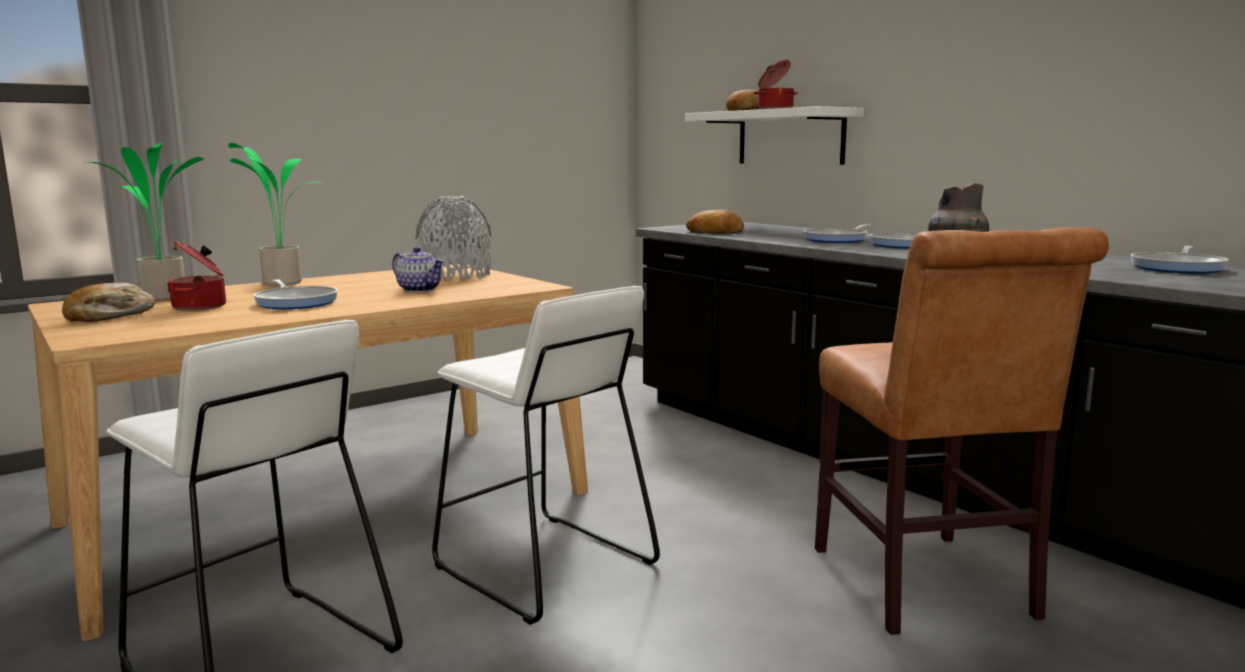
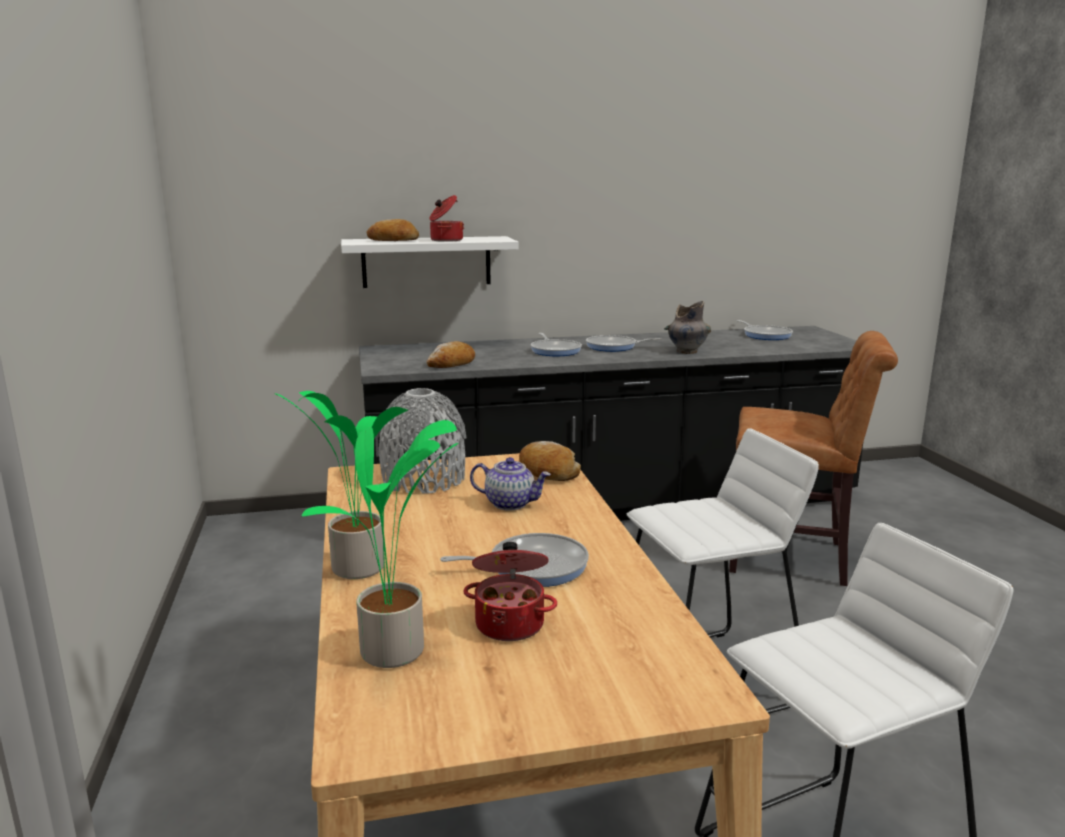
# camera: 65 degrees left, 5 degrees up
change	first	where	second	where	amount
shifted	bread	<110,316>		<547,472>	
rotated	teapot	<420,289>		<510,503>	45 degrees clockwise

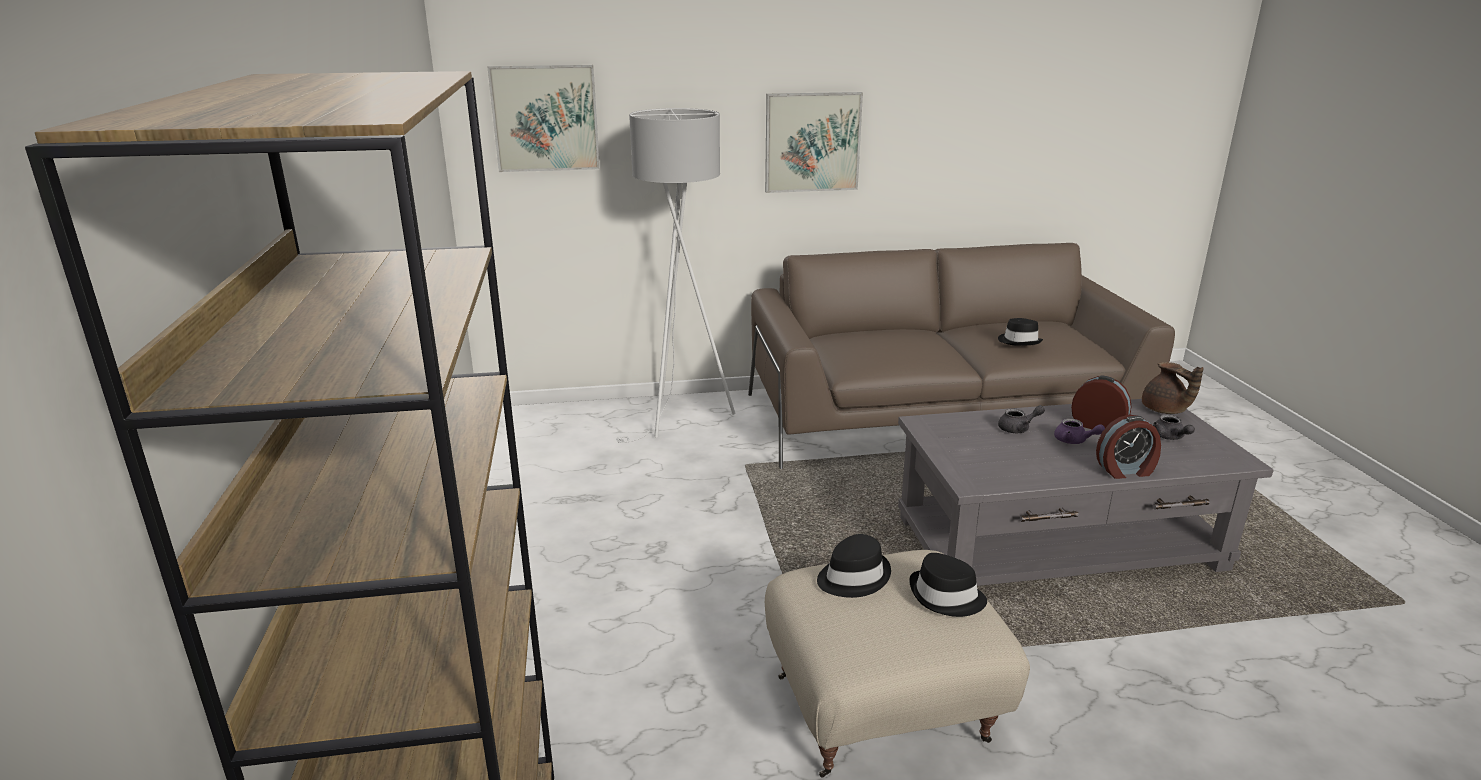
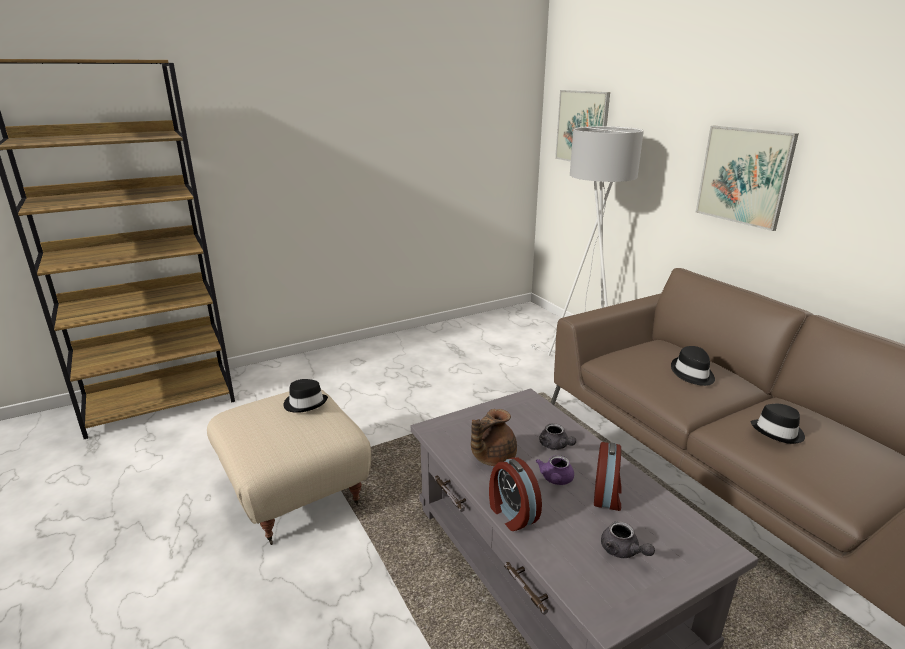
# camera: 70 degrees right, 0 degrees up
change	first	where	second	where	amount
shifted	black hat	<946,597>		<692,373>	
shifted	brown teapot	<1164,410>		<492,457>	
rotated	grey teapot	<1169,437>		<623,551>	90 degrees counterclockwise

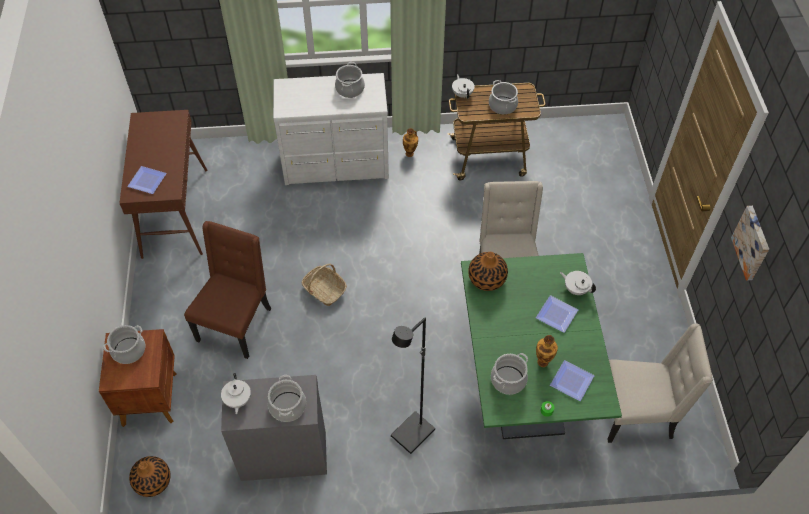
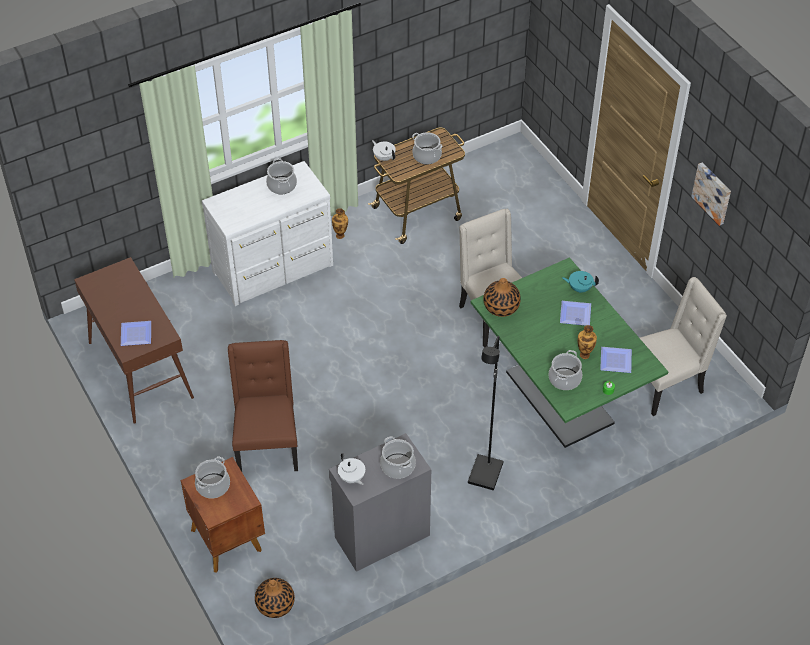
# camera: 25 degrees left, 5 degrees down
change	first	where	second	where	amount
gone	basket	<324,290>			
repainted	white teapot	<576,289>	turquoise teapot	<579,288>	

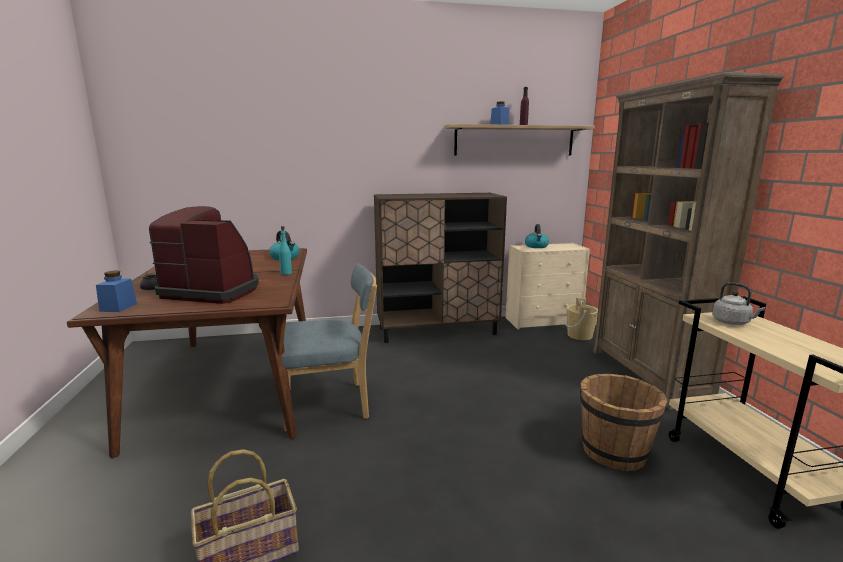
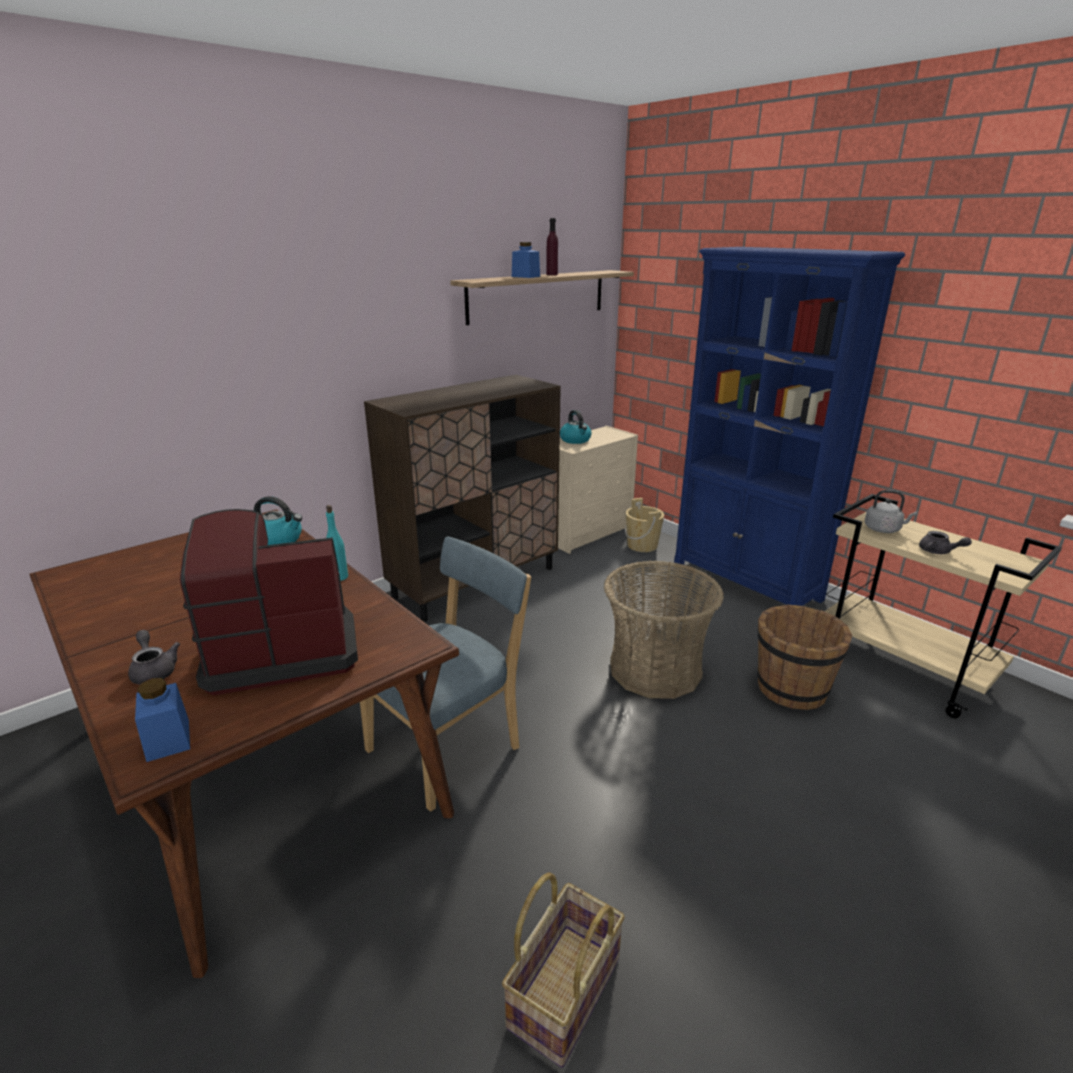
# camera: 30 degrees left, 10 degrees up
change	first	where	second	where	amount
repainted	brown bookcase	<647,375>	blue bookcase	<746,583>	
new			basket	<655,669>	
new			grey teapot	<938,552>	

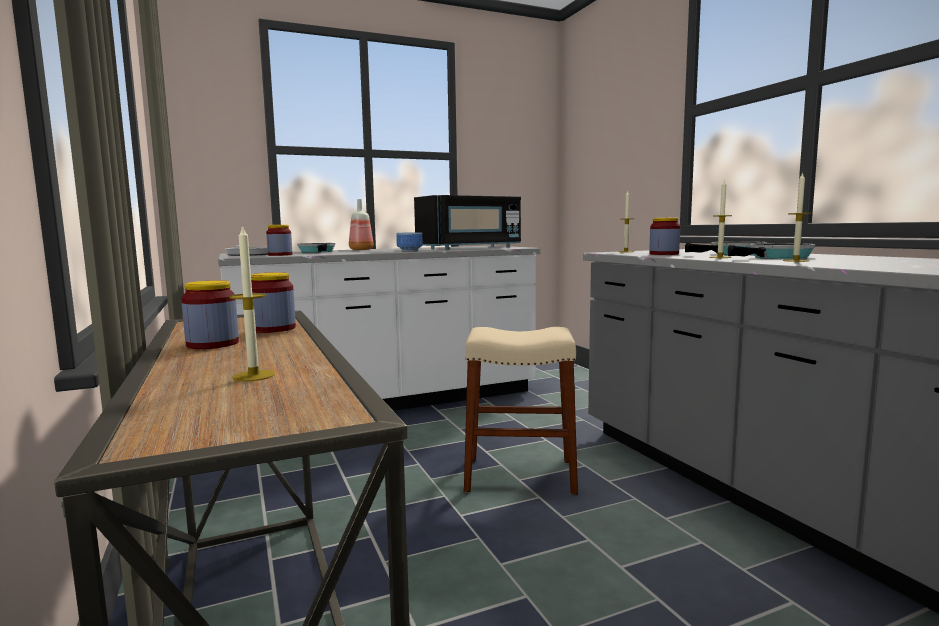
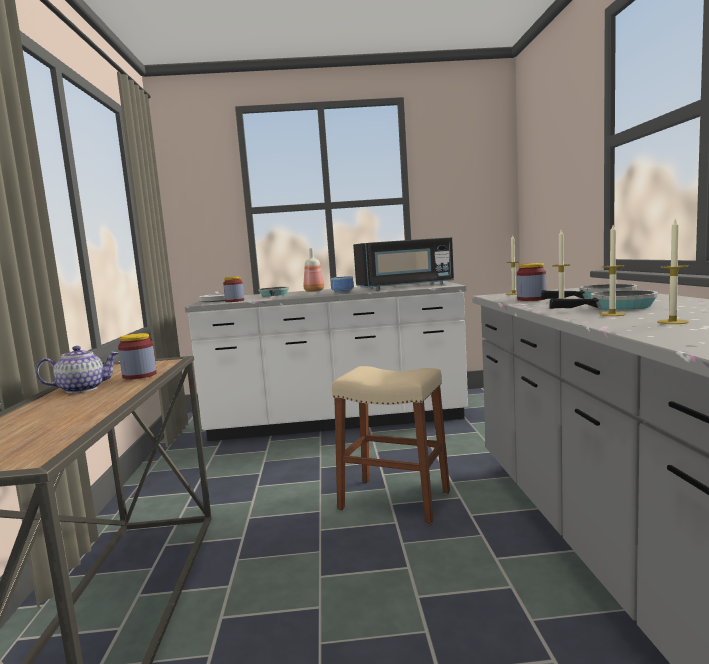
# camera: 20 degrees right, 0 degrees up
change	first	where	second	where	amount
swapped	jar	<213,344>	teapot	<83,389>	
shifted	candle	<253,376>		<672,322>	

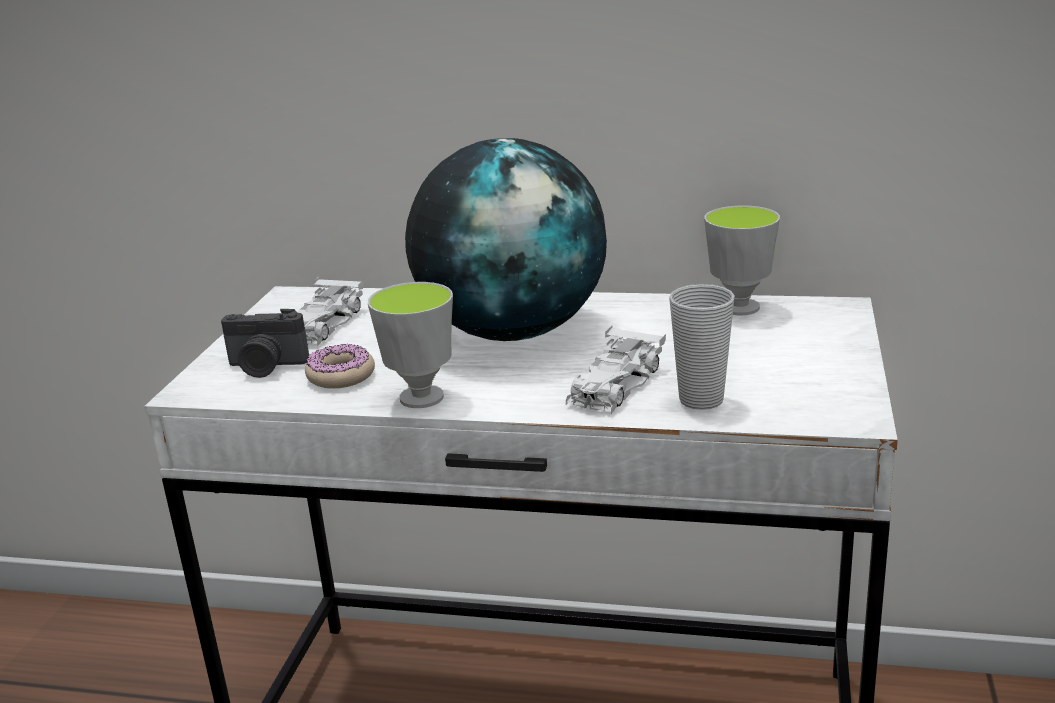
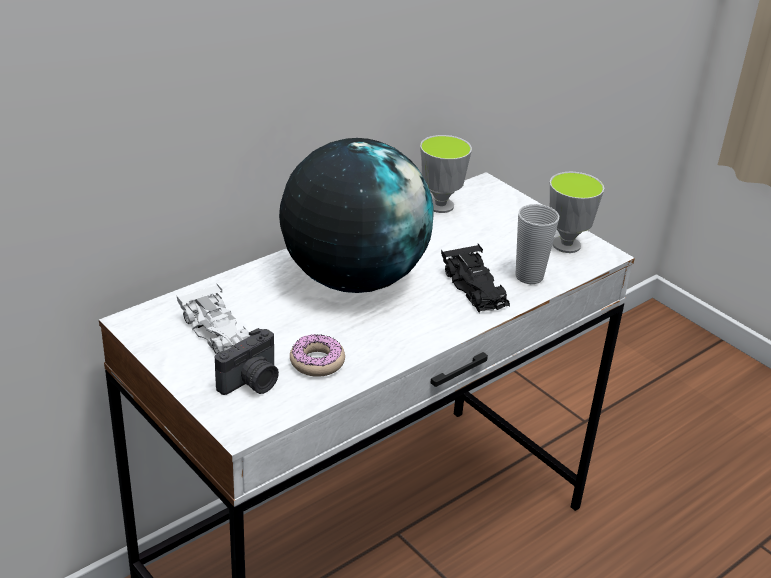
# camera: 55 degrees left, 10 degrees up
change	first	where	second	where	amount
shifted	cup	<421,398>		<566,245>	
repainted	white toy car	<614,385>	black toy car	<475,288>	

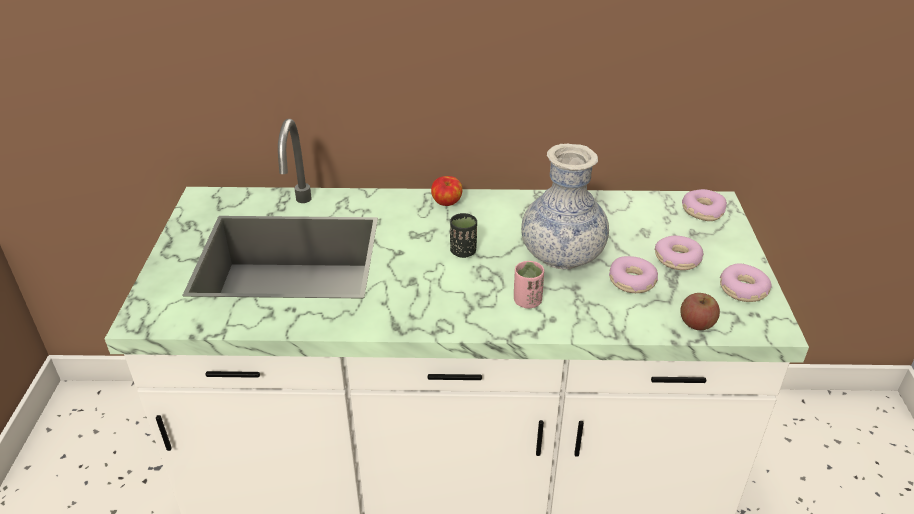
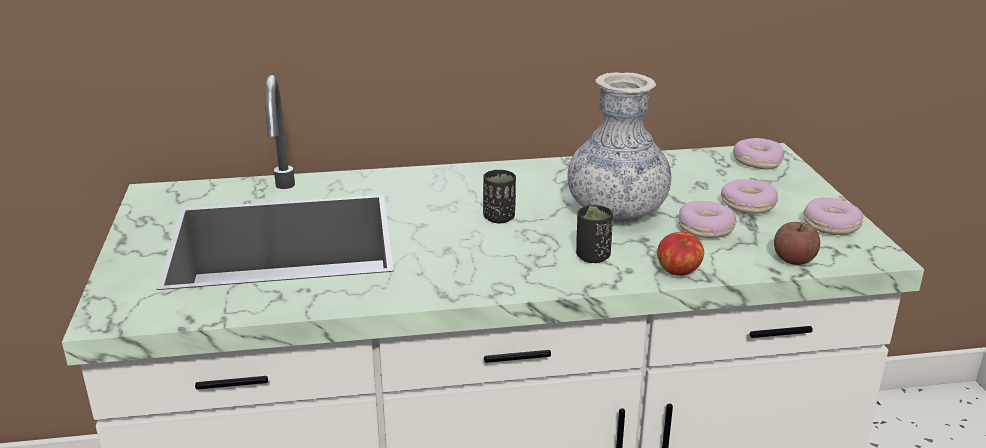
# camera: 10 degrees left, 10 degrees down
change	first	where	second	where	amount
shifted	apple	<447,203>		<678,272>	
repainted	pink cup	<527,301>	black cup	<592,257>	

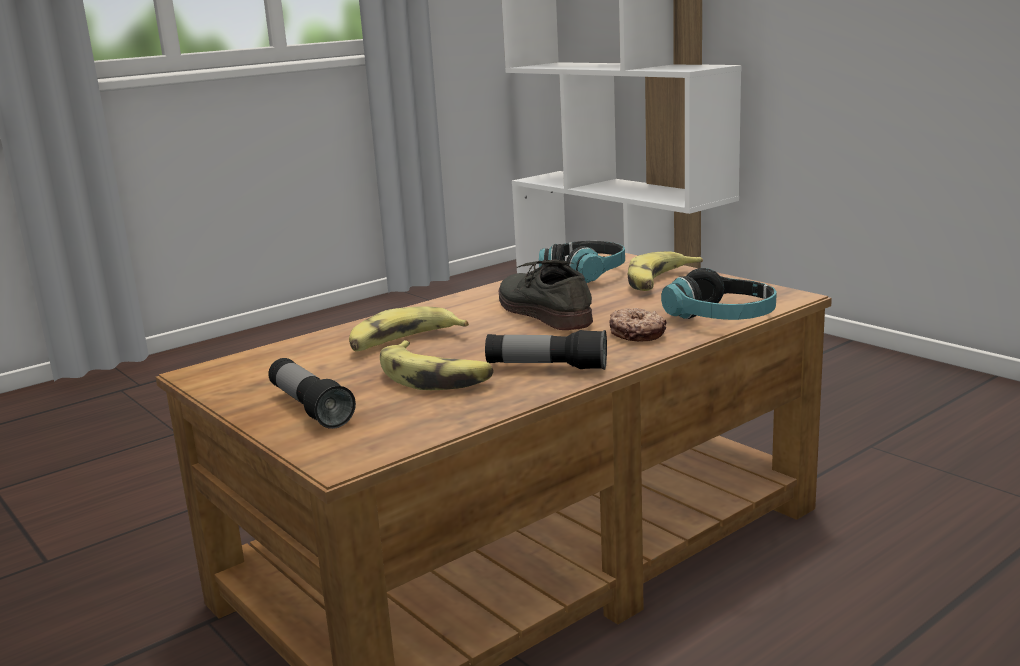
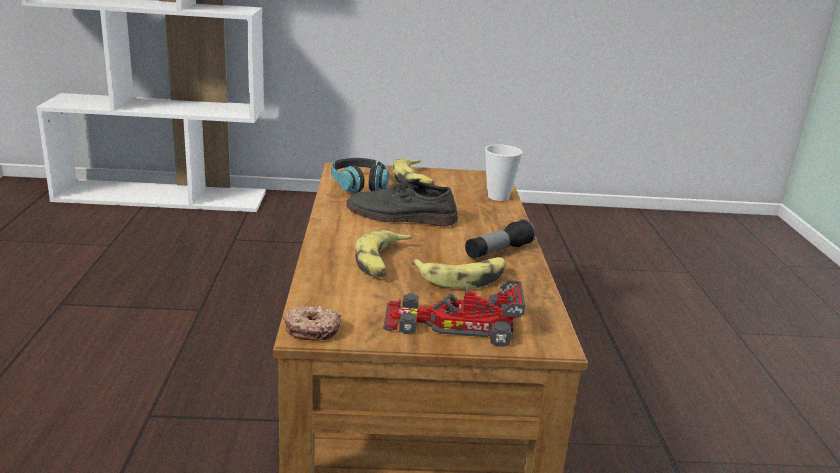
# camera: 55 degrees left, 5 degrees up
change	first	where	second	where	amount
swapped	flashlight	<310,408>	toy car	<452,323>	
shifted	donut	<637,333>		<312,330>	
swapped	headphones	<721,318>	cup	<498,197>	

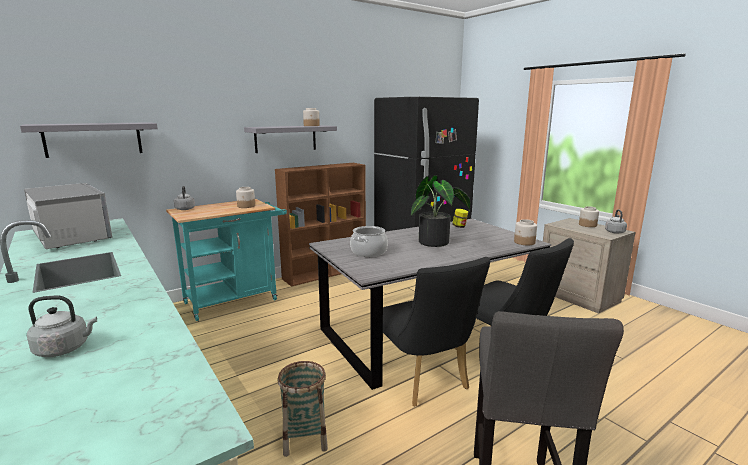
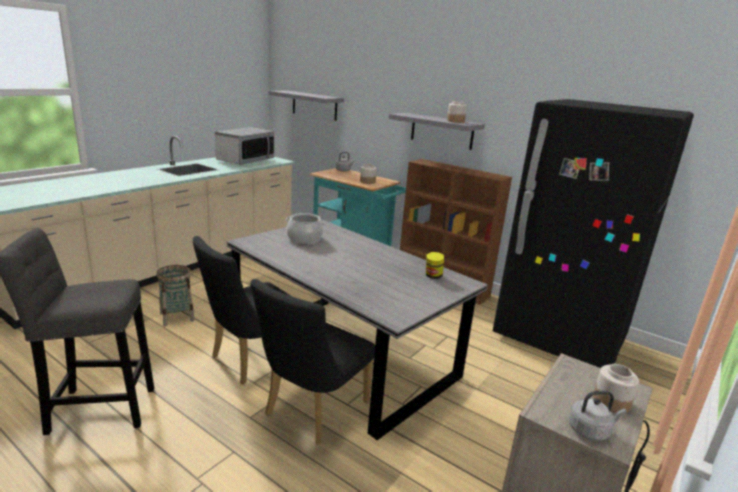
# camera: 70 degrees right, 5 degrees up
change	first	where	second	where	amount
gone	grey kettle	<65,349>			
gone	potted plant	<437,243>			
gone	jar	<524,242>			

